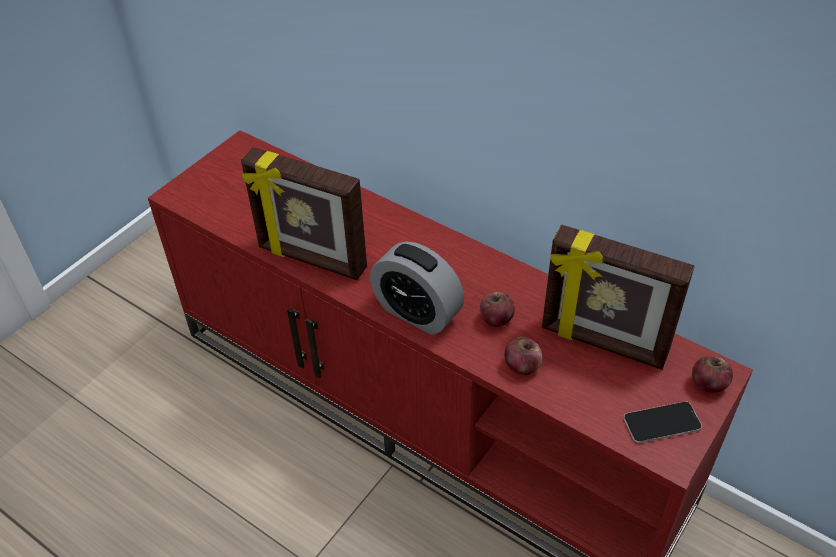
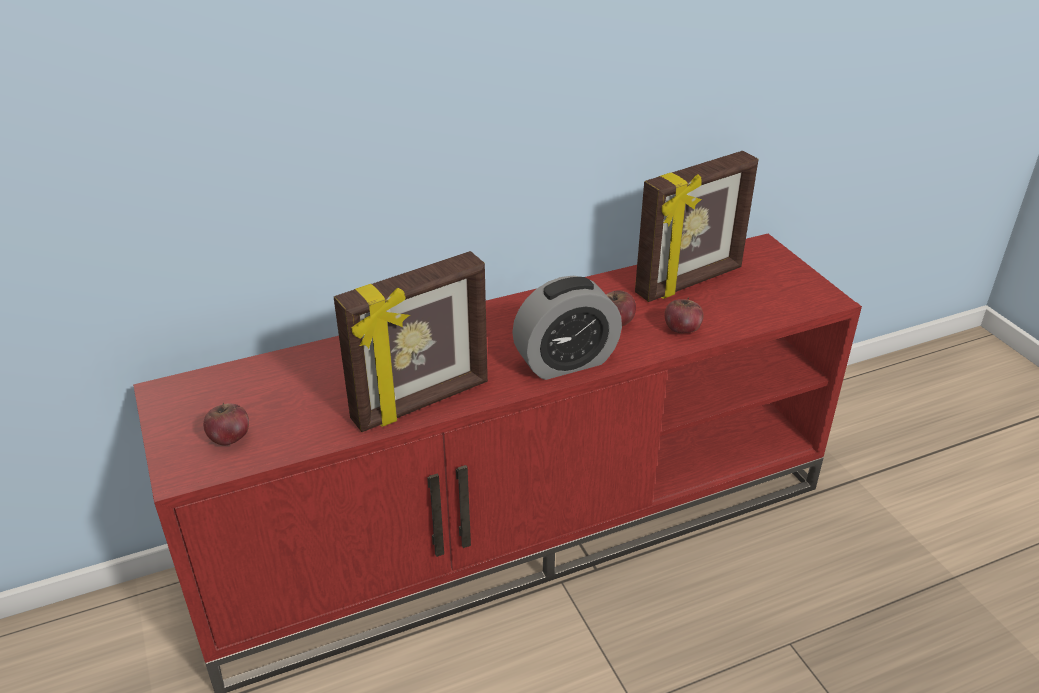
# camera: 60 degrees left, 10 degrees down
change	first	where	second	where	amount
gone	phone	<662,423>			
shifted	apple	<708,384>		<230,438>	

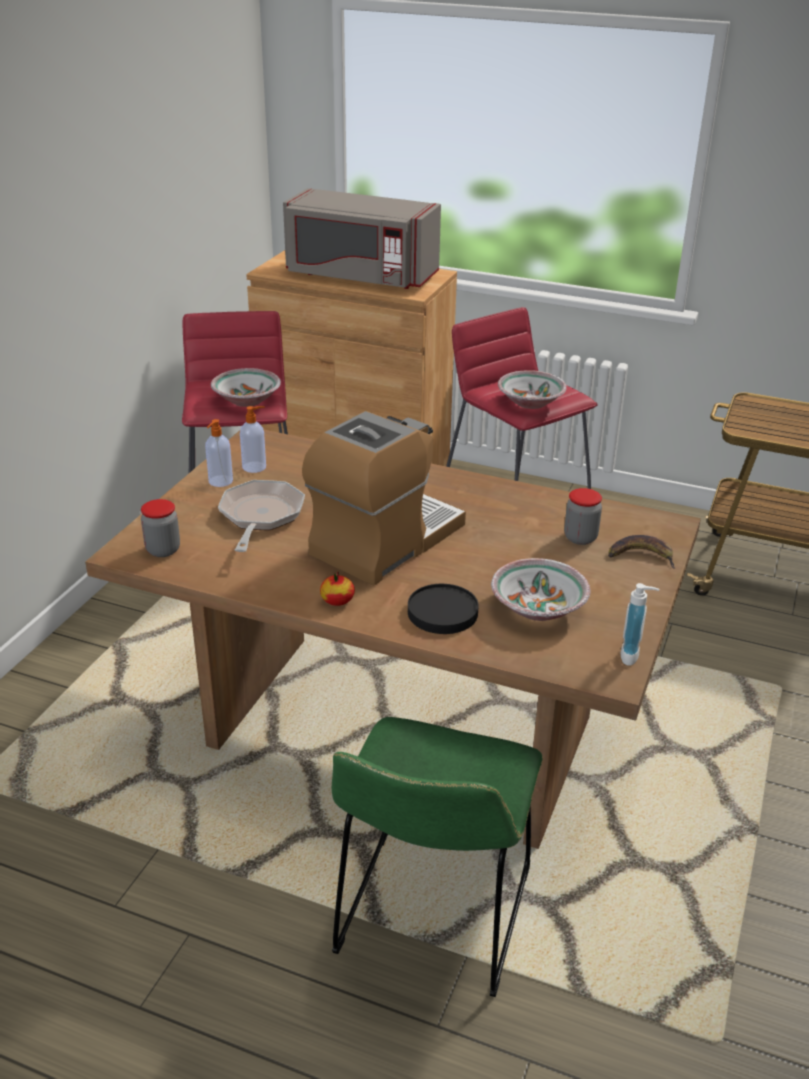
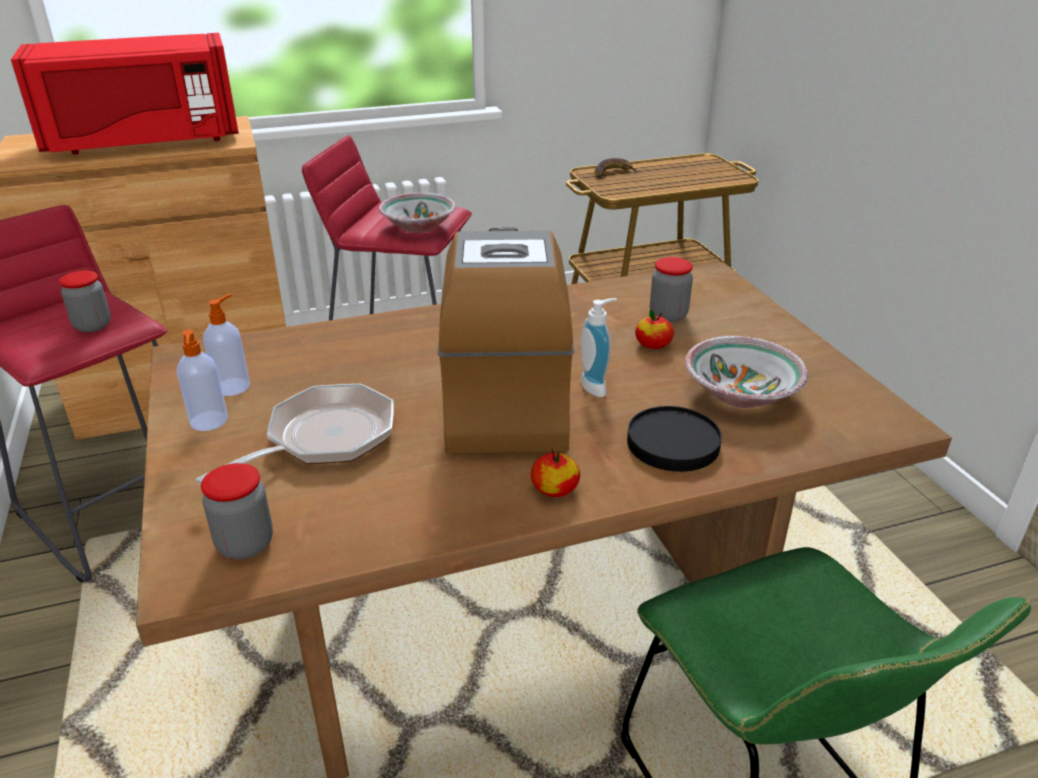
# camera: 40 degrees left, 0 degrees up
change	first	where	second	where	amount
swapped	bowl	<246,400>	jar	<93,325>	
rotated	frying pan	<260,517>		<323,439>	75 degrees clockwise
repainted	grey microwave	<360,276>	red microwave	<143,142>	
shifted	banana	<641,556>		<613,173>	
shifted	soap dispenser	<633,656>		<597,386>	
new			apple	<653,344>	

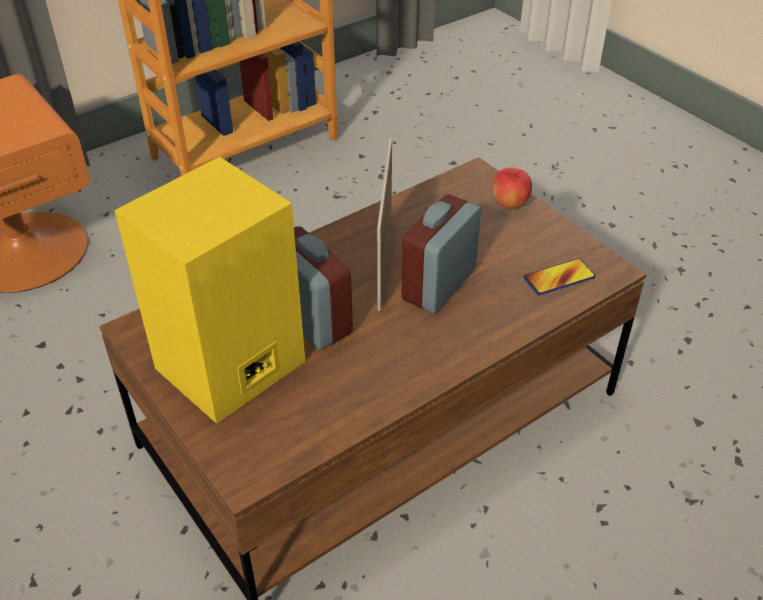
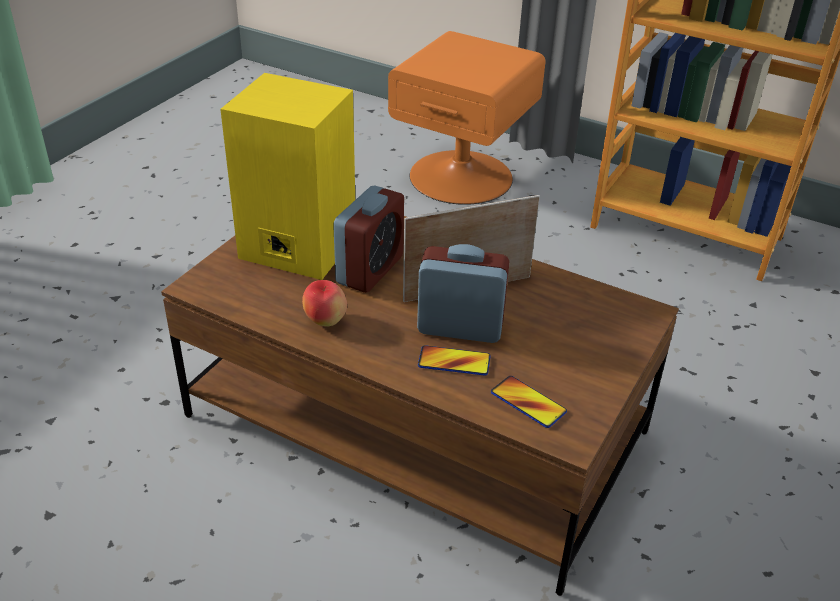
# camera: 65 degrees right, 5 degrees down
change	first	where	second	where	amount
shifted	apple	<509,205>		<325,321>	
new			phone	<454,362>	

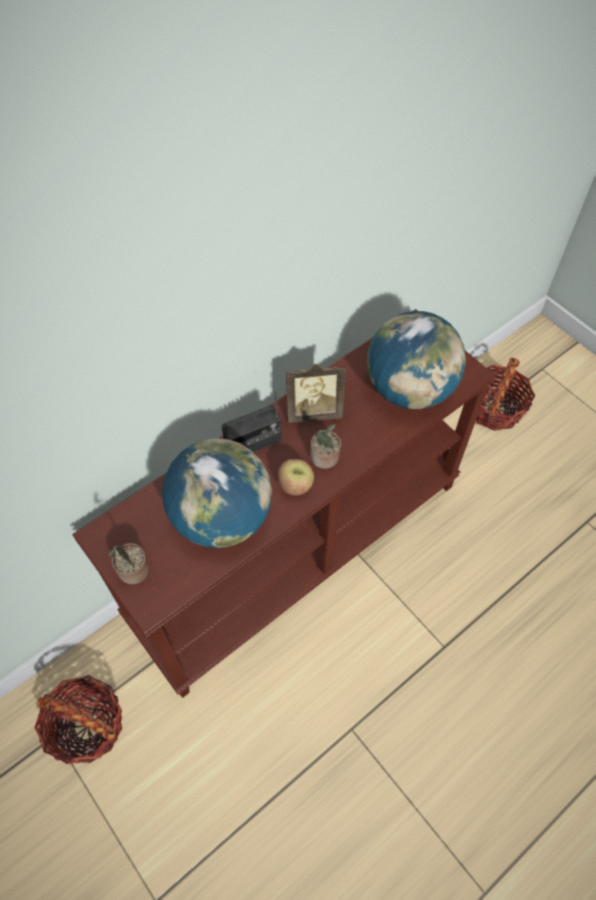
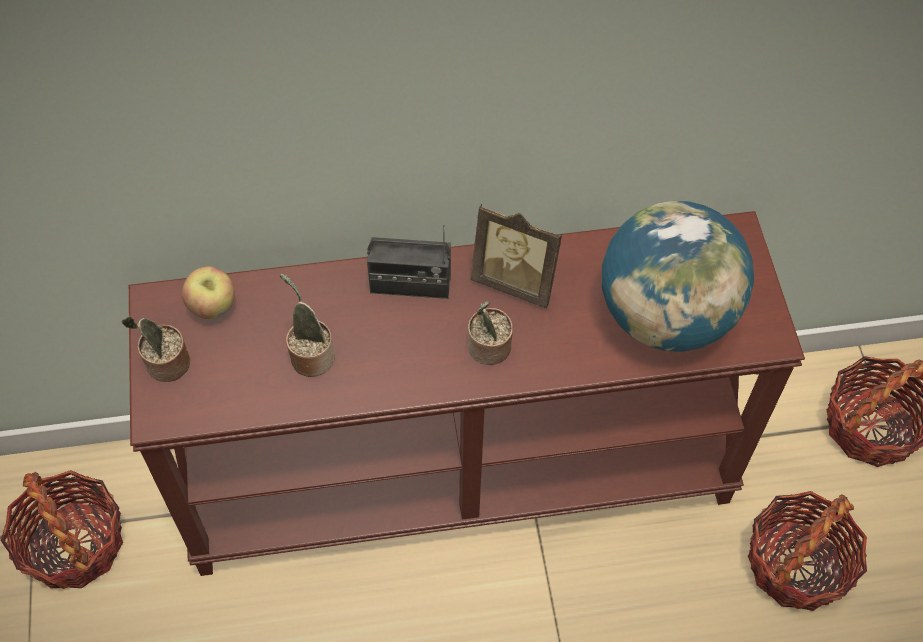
# camera: 30 degrees right, 0 degrees up
change	first	where	second	where	amount
swapped	globe	<222,517>	potted plant	<310,355>	
shifted	apple	<295,485>		<213,306>	
new			basket	<797,564>	

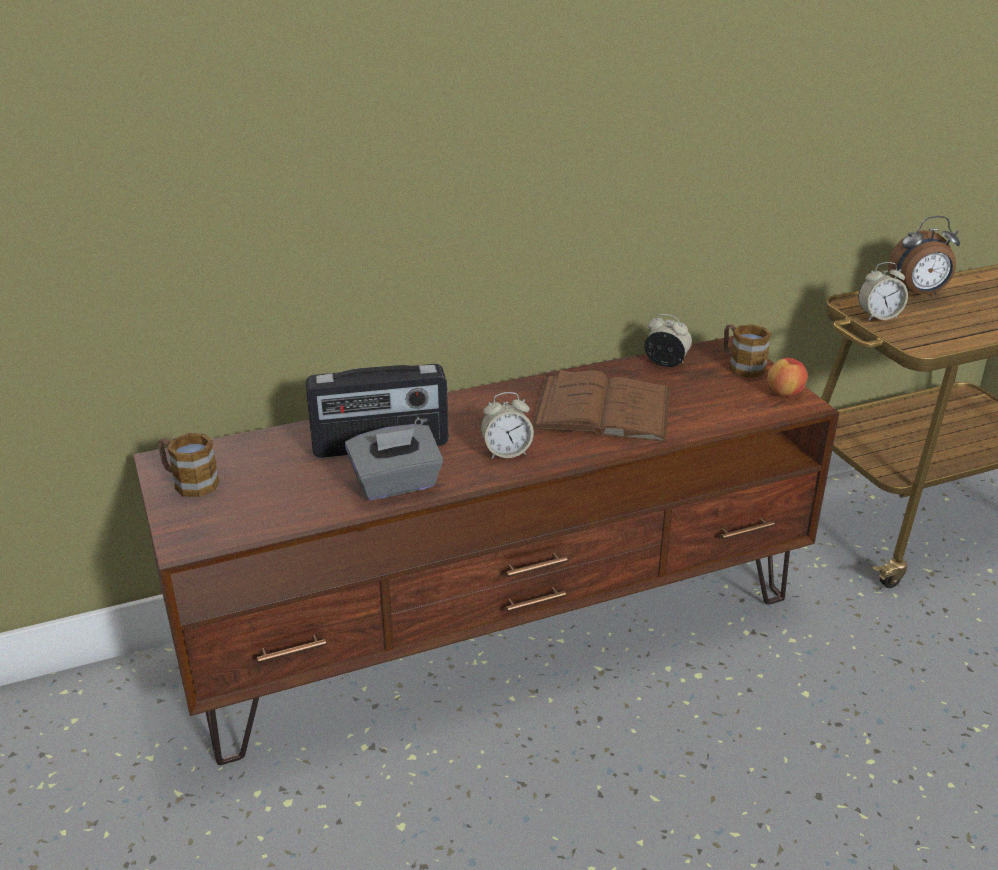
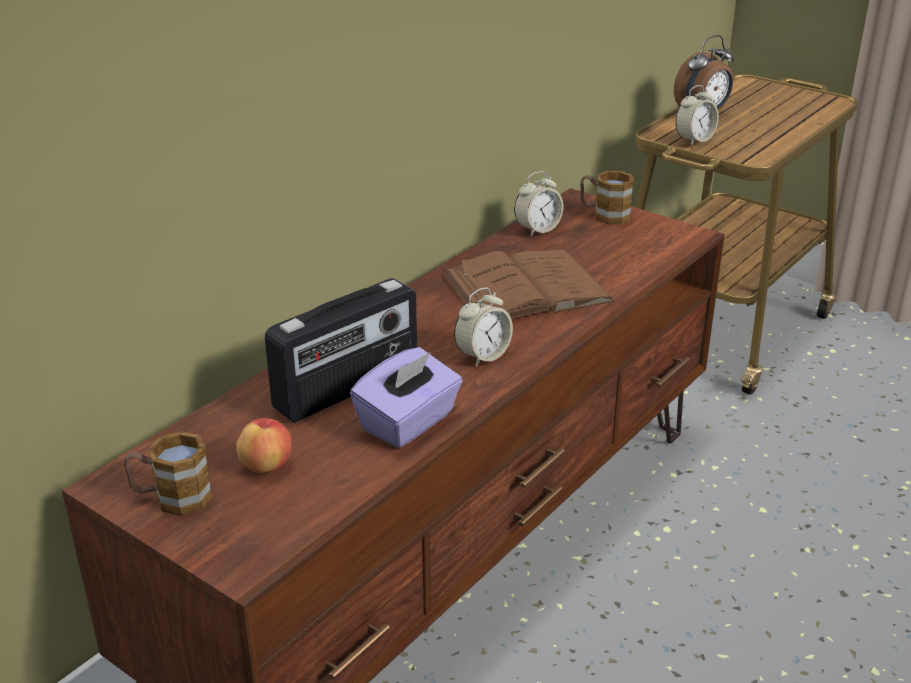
# camera: 30 degrees left, 0 degrees up
change	first	where	second	where	amount
repainted	grey tissue box	<396,484>	purple tissue box	<409,422>	
rotated	alarm clock	<666,363>		<537,229>	150 degrees clockwise
shifted	apple	<785,393>		<266,465>	

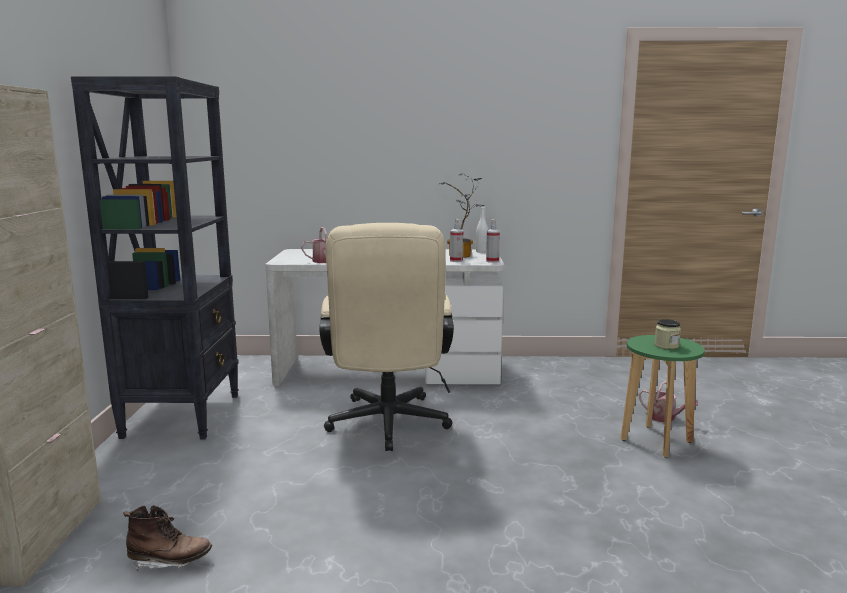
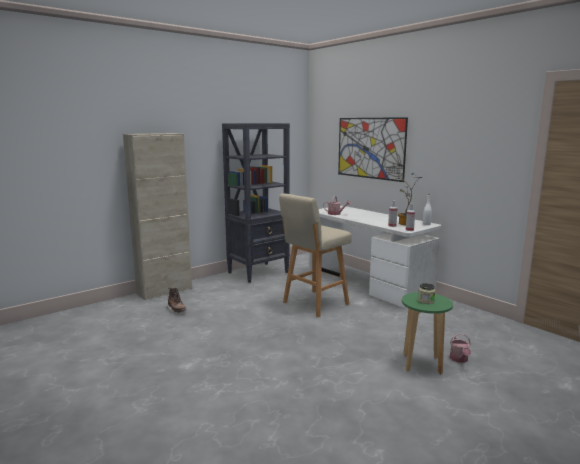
# camera: 50 degrees right, 0 degrees up
change	first	where	second	where	amount
swapped	beige office chair	<388,427>	beige stool	<314,304>	
new			picture	<370,148>	

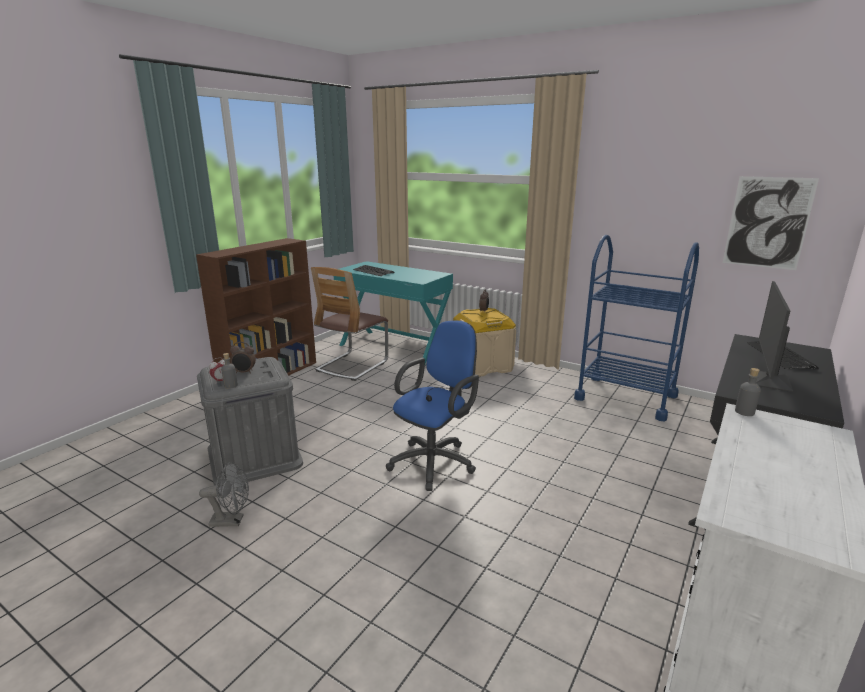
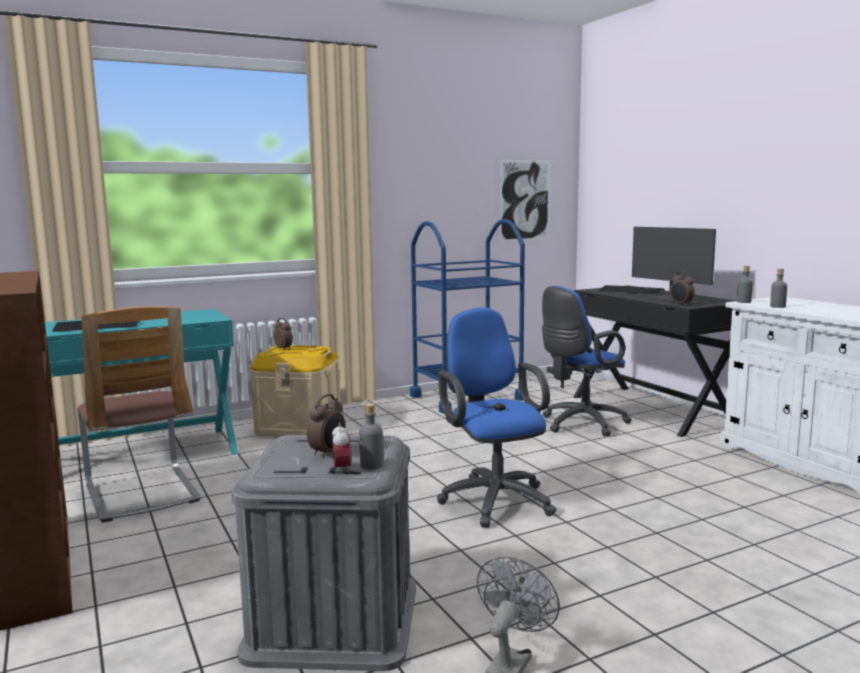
# camera: 60 degrees left, 10 degrees down
change	first	where	second	where	amount
new			blue office chair	<580,424>	
new			alarm clock	<681,304>	
new			grey bottle	<777,306>	

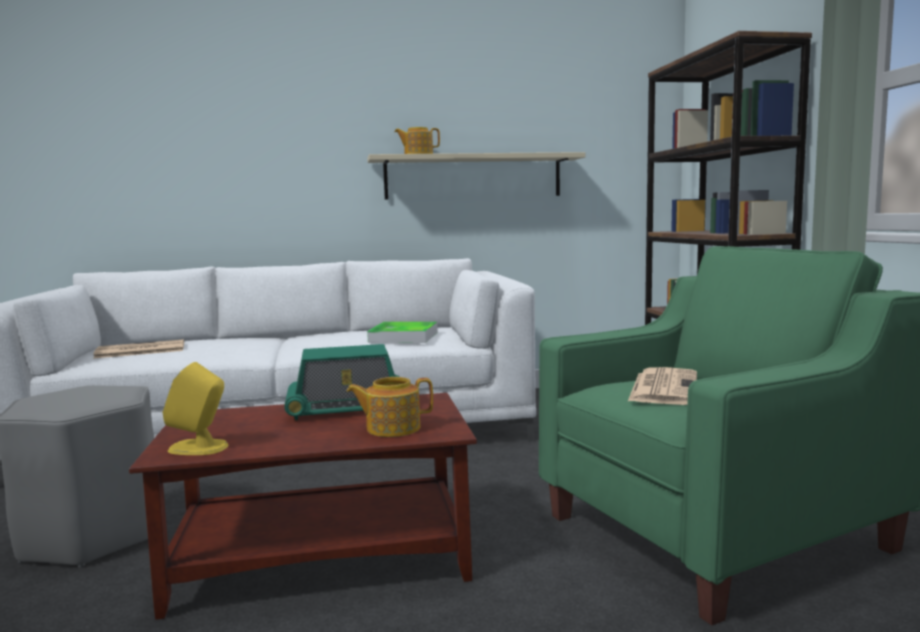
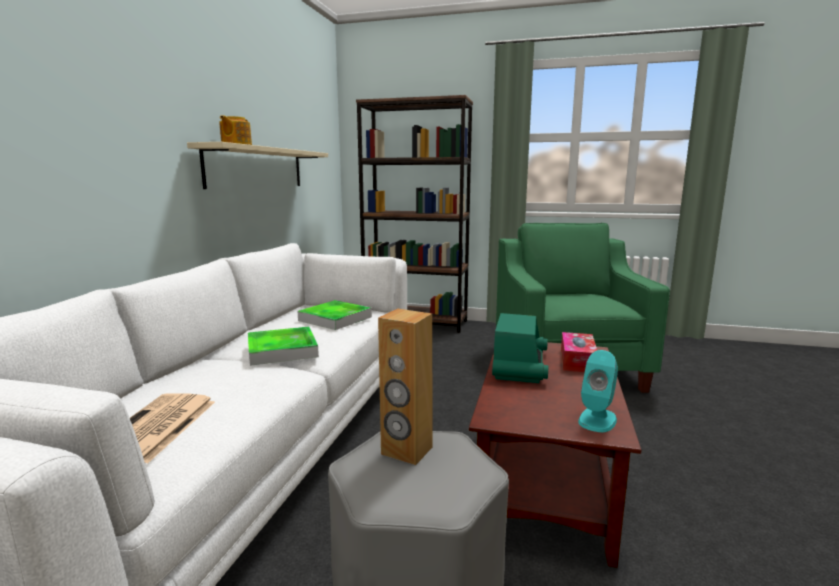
# camera: 65 degrees left, 5 degrees up
change	first	where	second	where	amount
repainted	yellow speaker	<199,448>	turquoise speaker	<597,419>	
swapped	teapot	<392,428>	tissue box	<577,360>	
gone	newspaper	<663,387>			
new			tray	<282,350>	
new			brown speaker	<406,451>	

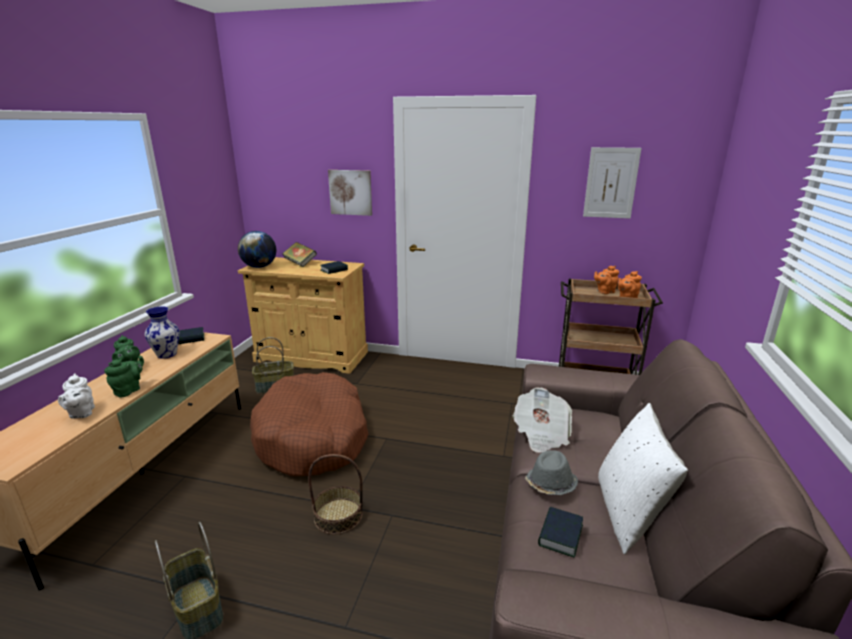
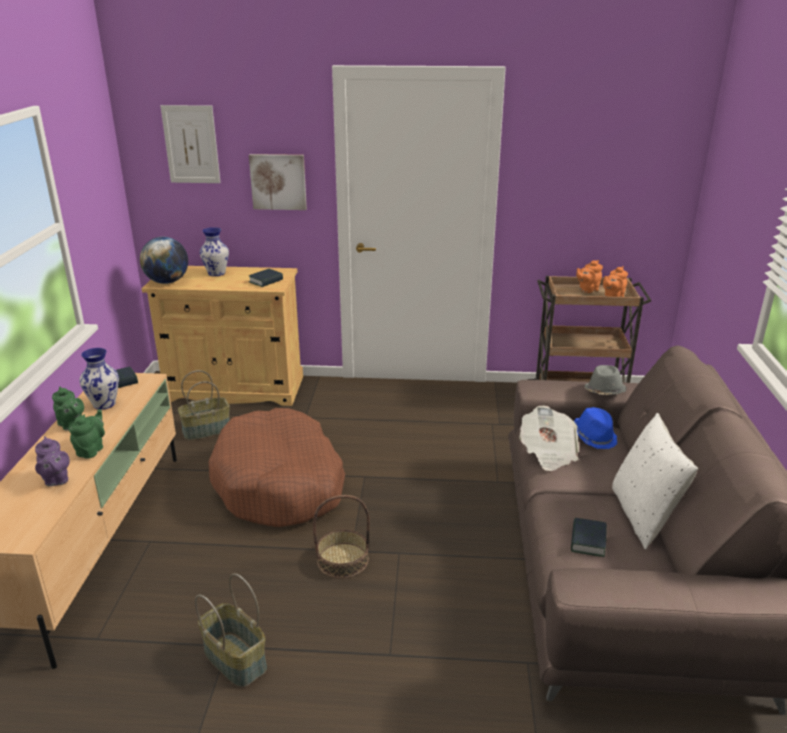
# camera: 10 degrees left, 5 degrees up
change	first	where	second	where	amount
repainted	white teapot	<81,413>	purple teapot	<56,480>	
swapped	book	<300,263>	vase	<216,273>	
shifted	grey hat	<550,484>		<604,392>	
shifted	picture	<611,183>		<191,144>	
new			blue hat	<594,437>	

